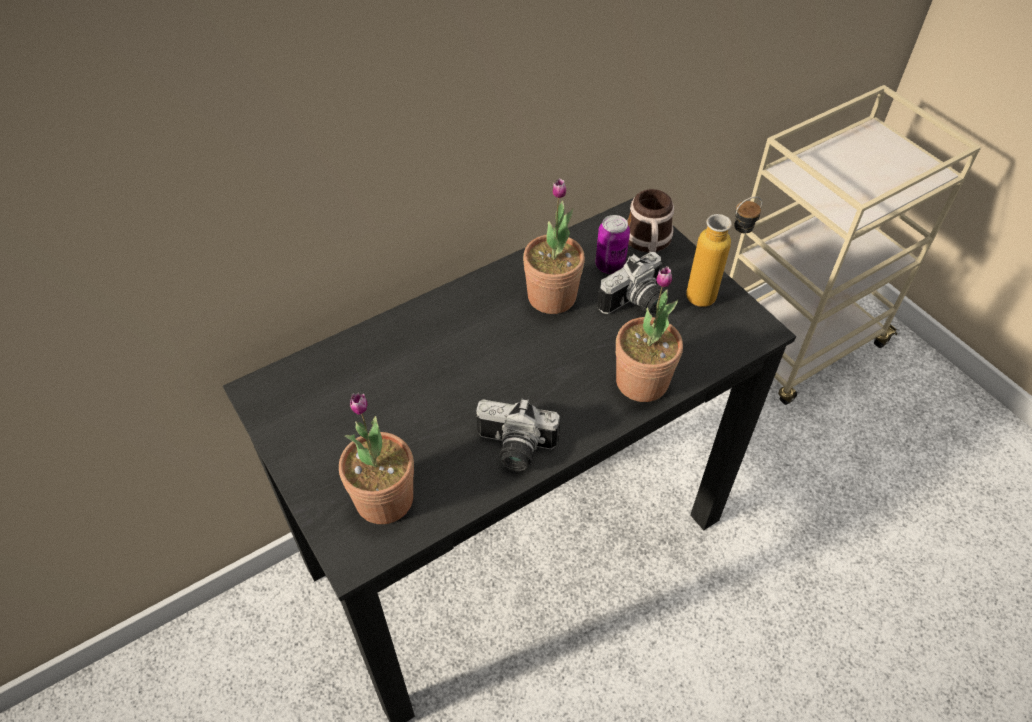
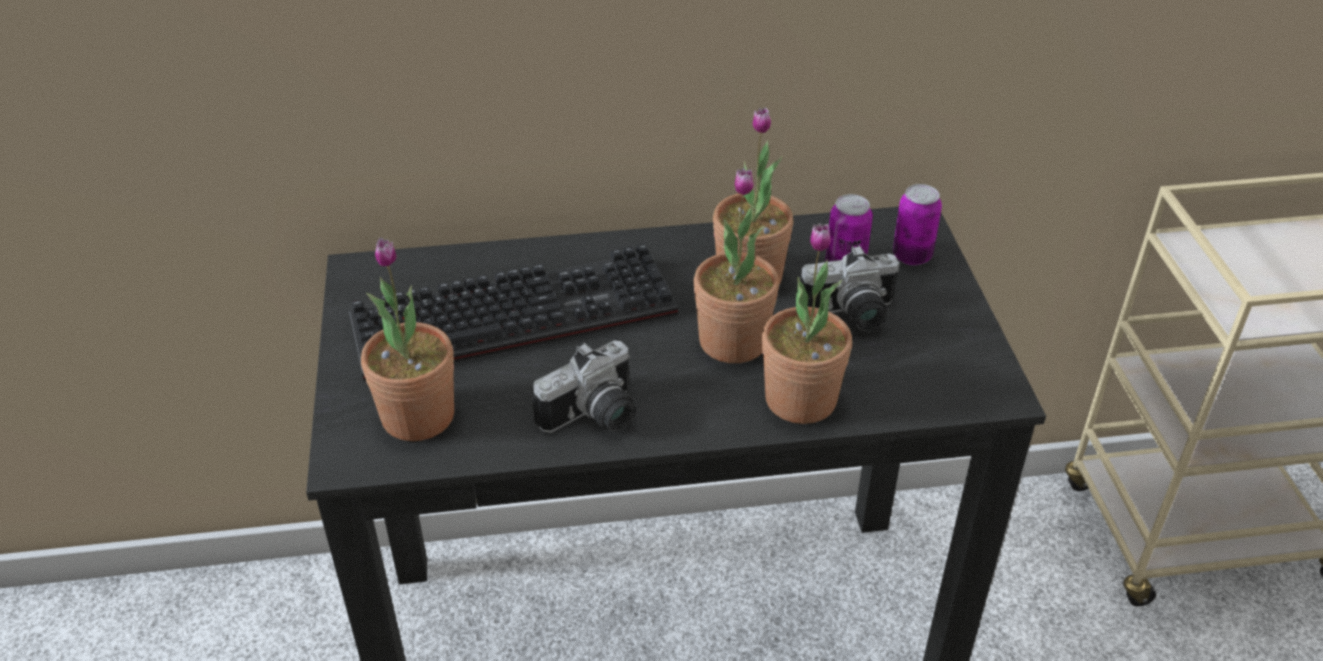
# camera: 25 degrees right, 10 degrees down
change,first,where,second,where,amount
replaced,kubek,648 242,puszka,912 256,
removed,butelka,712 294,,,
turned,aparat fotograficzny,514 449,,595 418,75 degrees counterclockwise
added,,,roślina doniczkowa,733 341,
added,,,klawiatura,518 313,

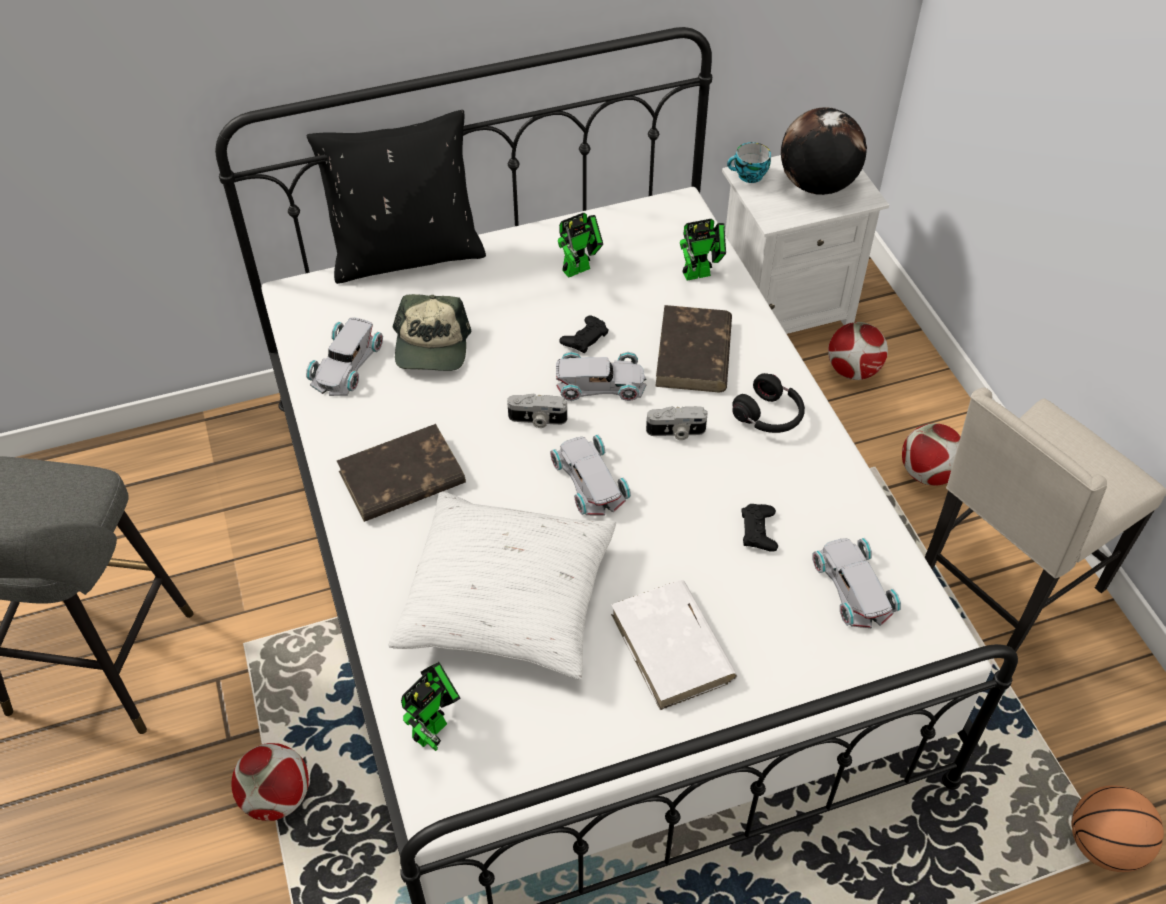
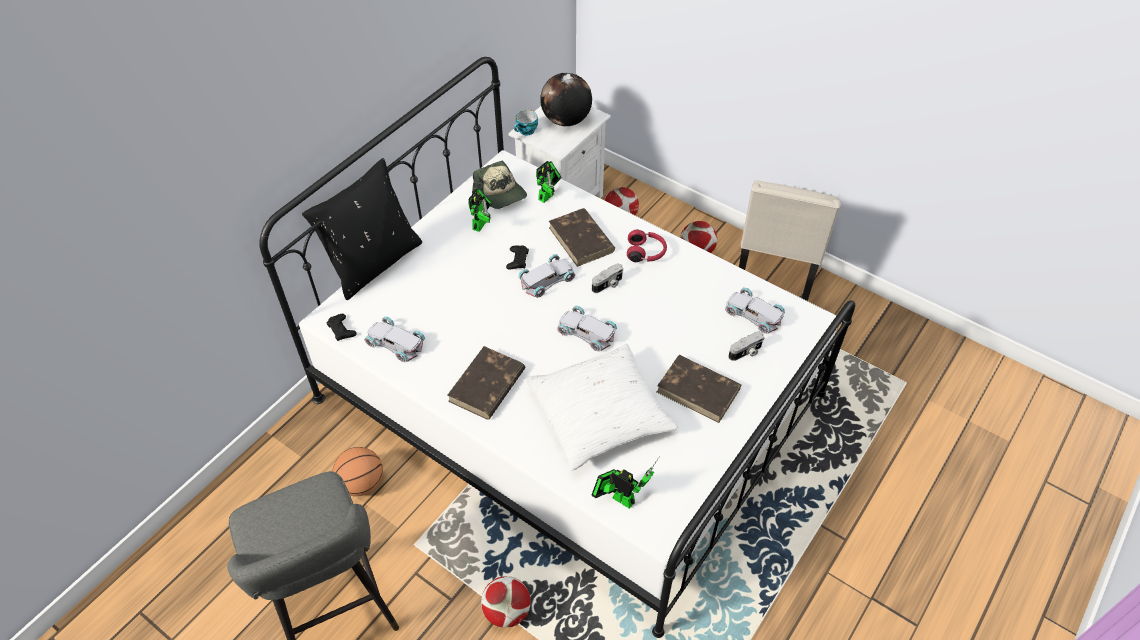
# camera: 35 degrees left, 0 degrees up
change,first,where,second,where,amount
moved,czapka z daszkiem,431 346,,500 193,
turned,samochodzik (biały),344 363,,395 342,135 degrees clockwise
recoloured,słuchawki (czarny),769 416,słuchawki (czerwony),646 252,
moved,aparat fotograficzny,537 420,,746 352,
moved,pad do gier (czarny),758 531,,341 329,
recoloured,książka (biały),673 648,książka (brązowy),699 390,
turned,robot zabawkowy,434 726,,620 498,60 degrees counterclockwise
moved,piłka do koszykówki,1103 845,,362 483,

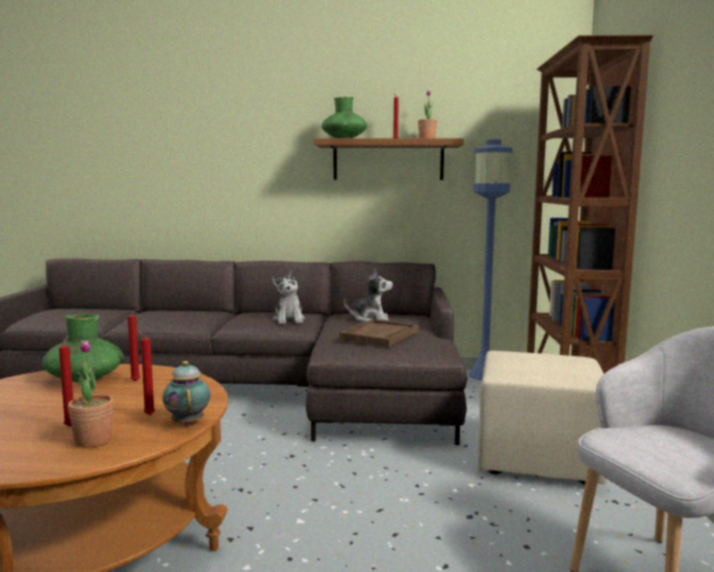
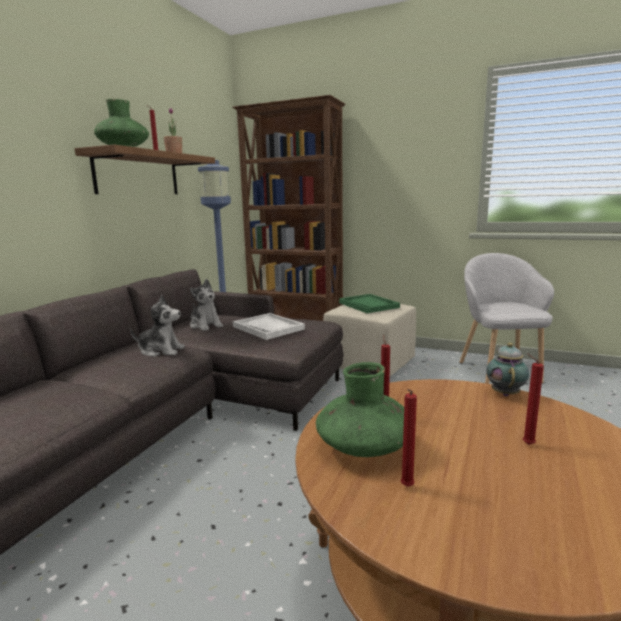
# camera: 70 degrees left, 5 degrees up
change,first,where,second,where,amount
turned,pluszak,369 318,,205 325,120 degrees clockwise
recoloured,taca (brązowy),380 335,taca (biały),268 328,
moved,świeca (czerwony),148 415,,406 488,
removed,roślina doniczkowa,93 440,,,
turned,imbryk,188 422,,505 393,105 degrees clockwise
added,,,taca (zielony),368 305,

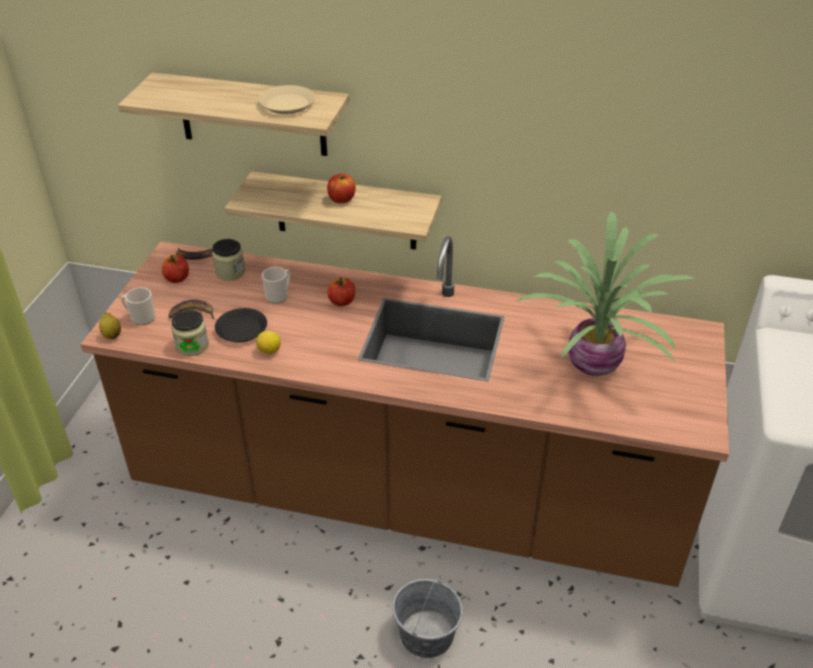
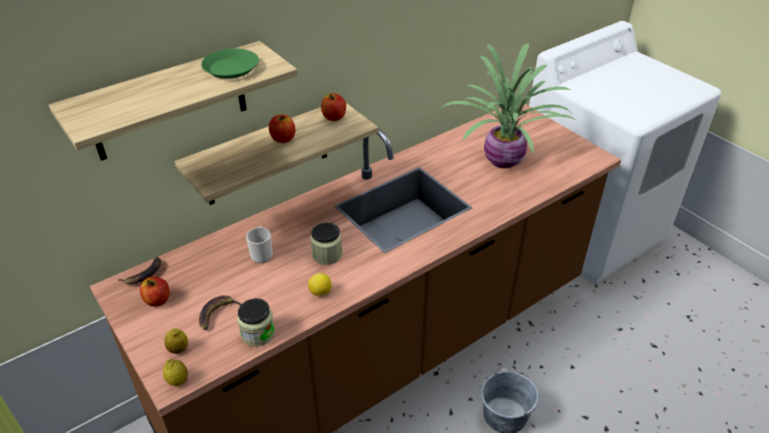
# camera: 50 degrees left, 0 degrees up
change,first,where,second,where,amount
recoloured,talerz (beżowy),287 104,talerz (zielony),231 68,
moved,słoik,230 272,,327 255,
moved,jabłko,342 301,,334 117,
replaced,kubek,140 318,cytryna,178 349,
removed,talerz (czarny),241 329,,,

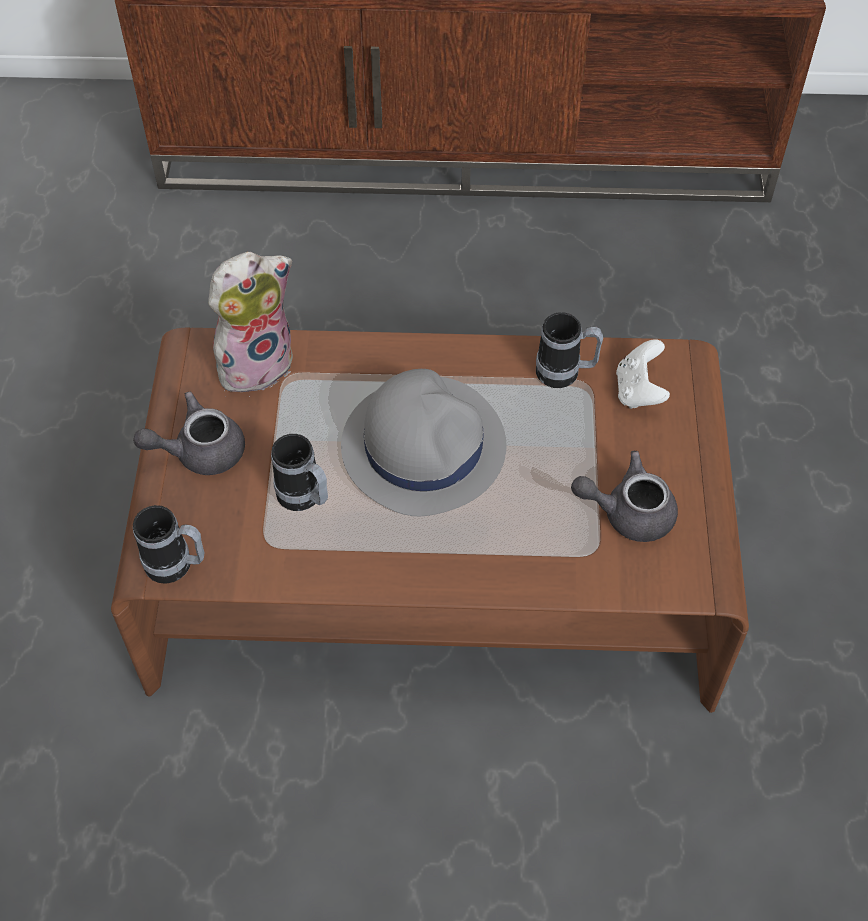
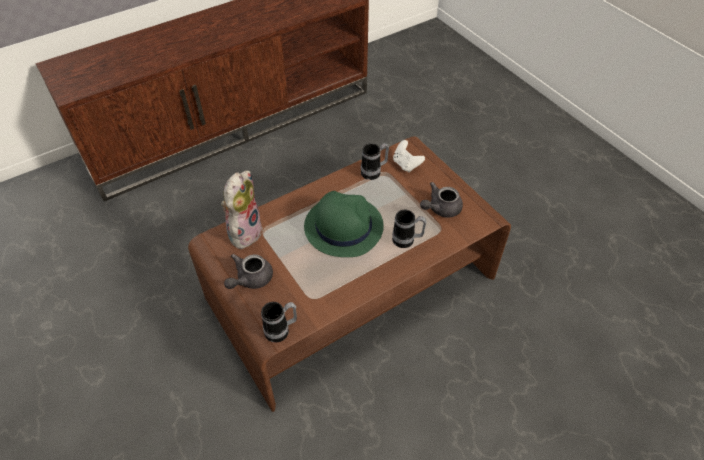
# camera: 35 degrees left, 5 degrees down
change,first,where,second,where,amount
recoloured,kapelusz (szary),423 445,kapelusz (zielony),343 226,
moved,kubek,305 499,,407 241,

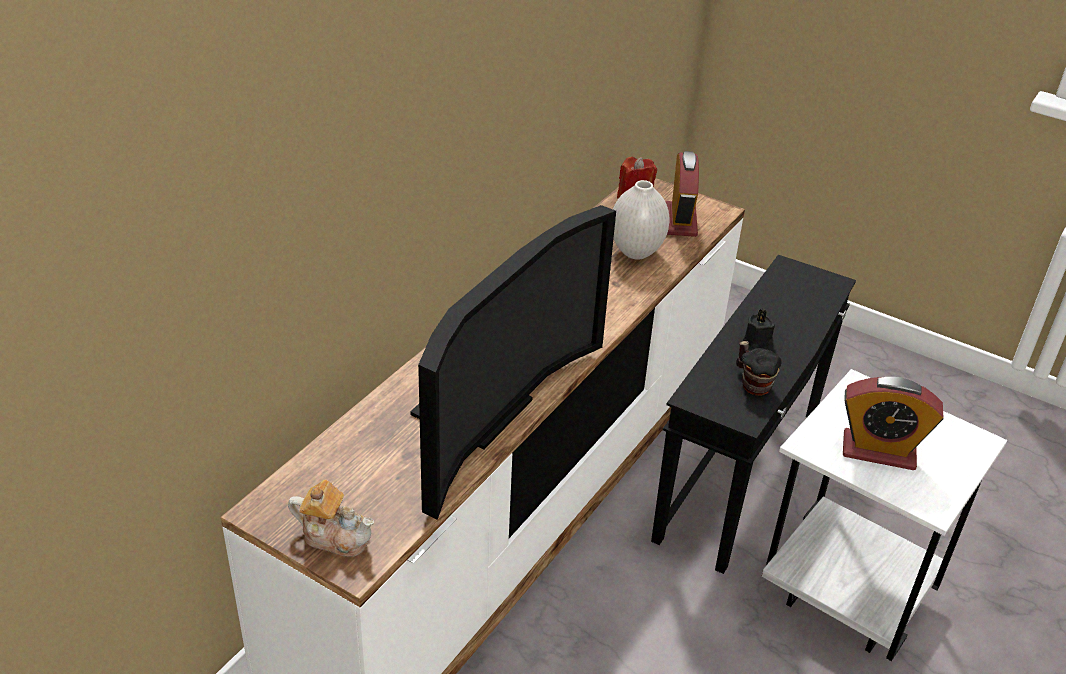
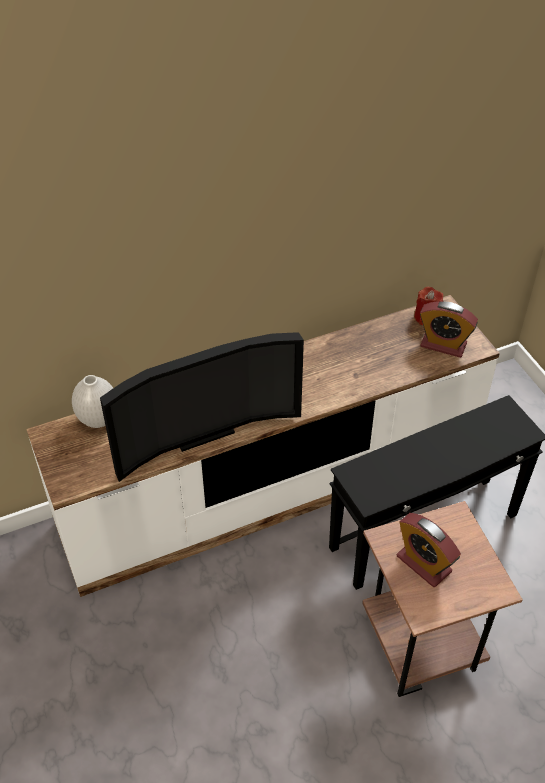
# camera: 35 degrees right, 10 degrees up
change,first,where,second,where,amount
turned,budzik,680 221,,443 345,75 degrees clockwise
moved,wazon (biały),635 252,,98 420,
removed,świeca (czarny),758 341,,,
removed,kubek,752 383,,,
recoloured,stolik (biały),847 596,stolik (brązowy),423 644,
removed,imbryk,335 536,,,

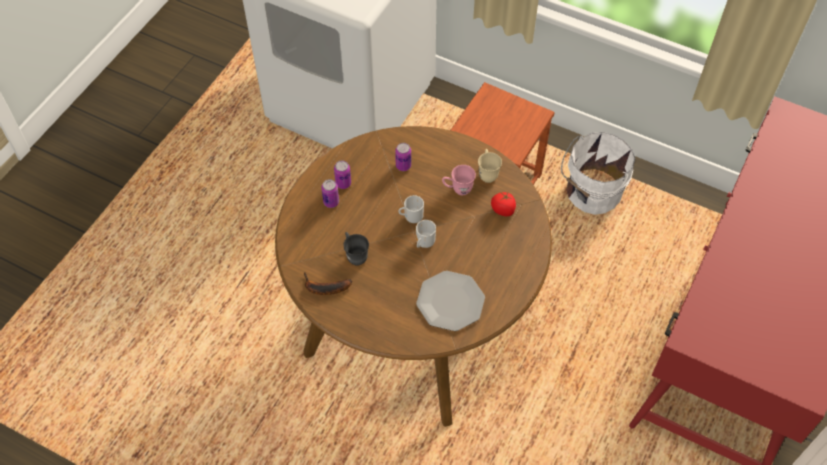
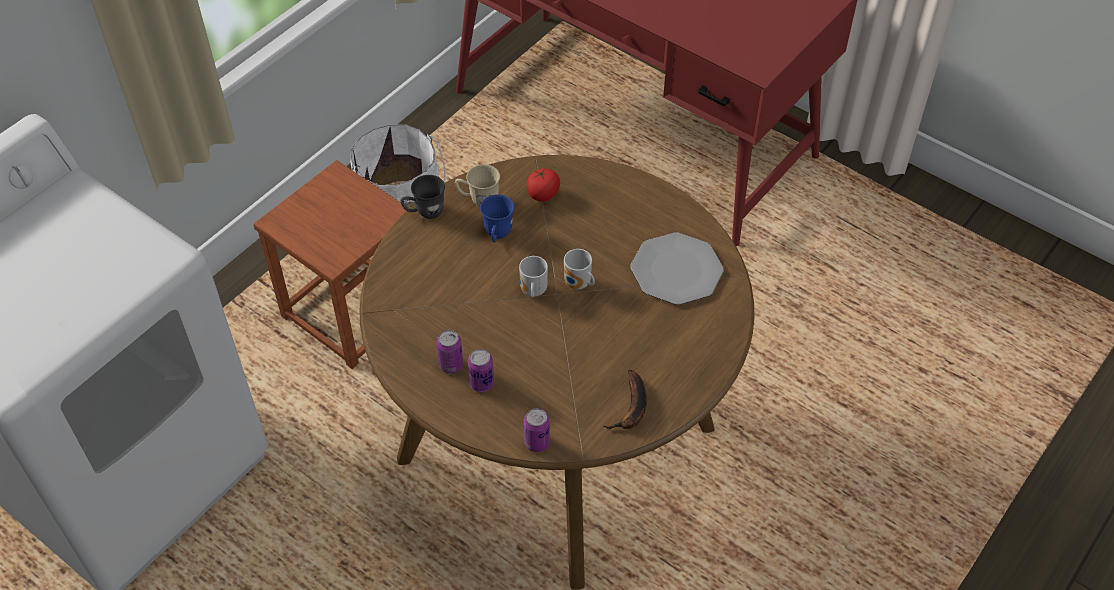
# camera: 80 degrees left, 5 degrees down
change,first,where,second,where,amount
moved,puszka,403 166,,537 443,
recoloured,kubek (różowy),458 189,kubek (niebieski),497 235,
moved,kubek (szary),355 255,,424 212,

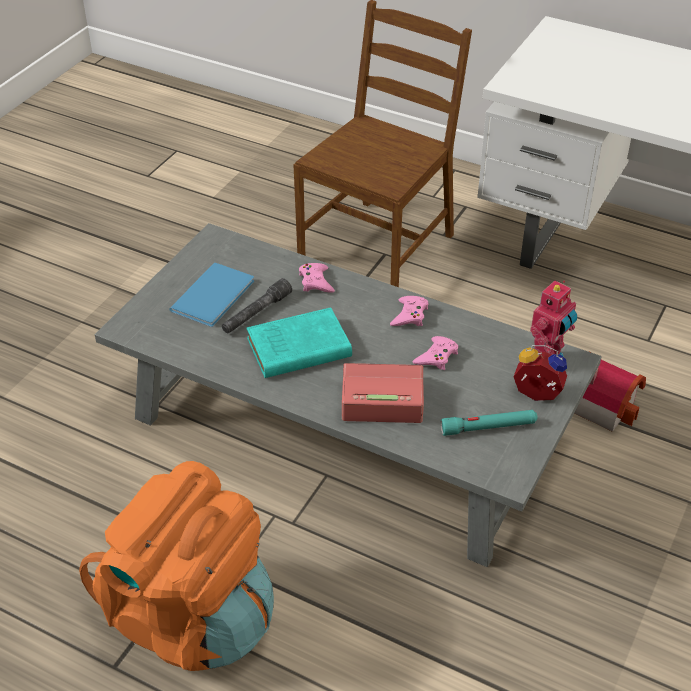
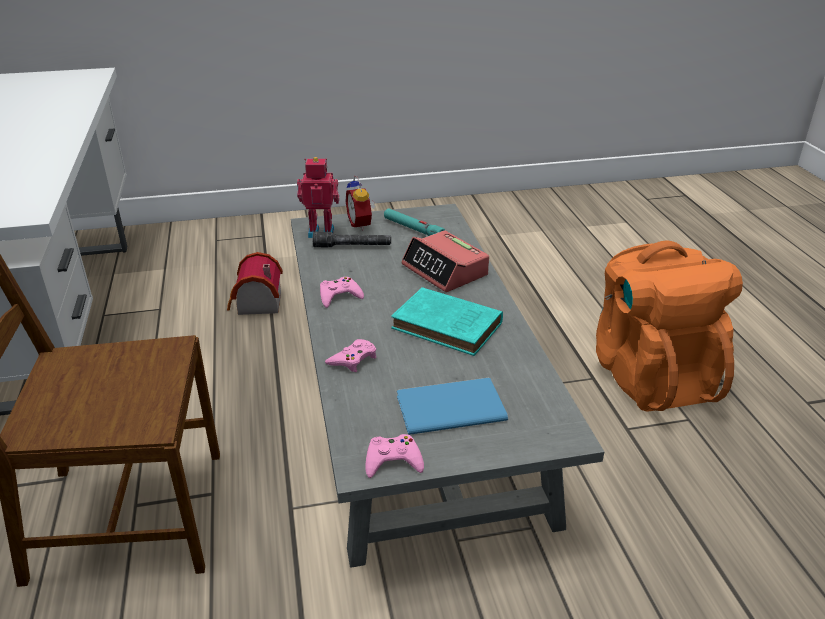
# camera: 130 degrees left, 10 degrees down
change,first,where,second,where,amount
moved,latarka (szary),256 313,,352 246,
moved,pad do gier (różowy),436 357,,393 461,

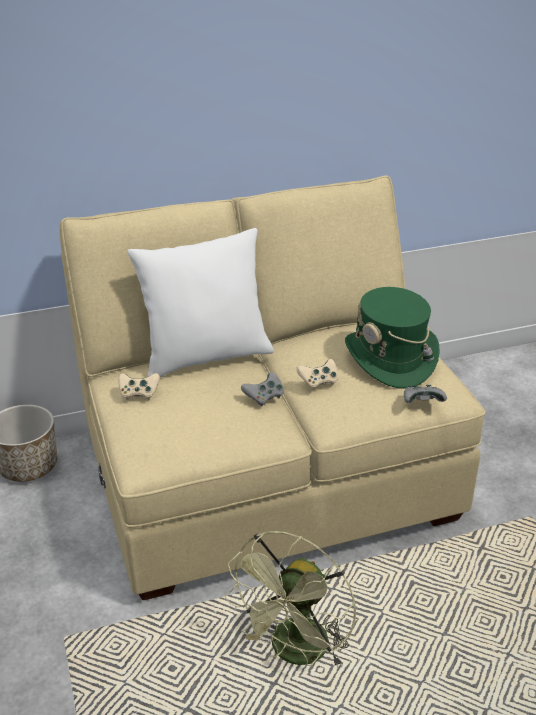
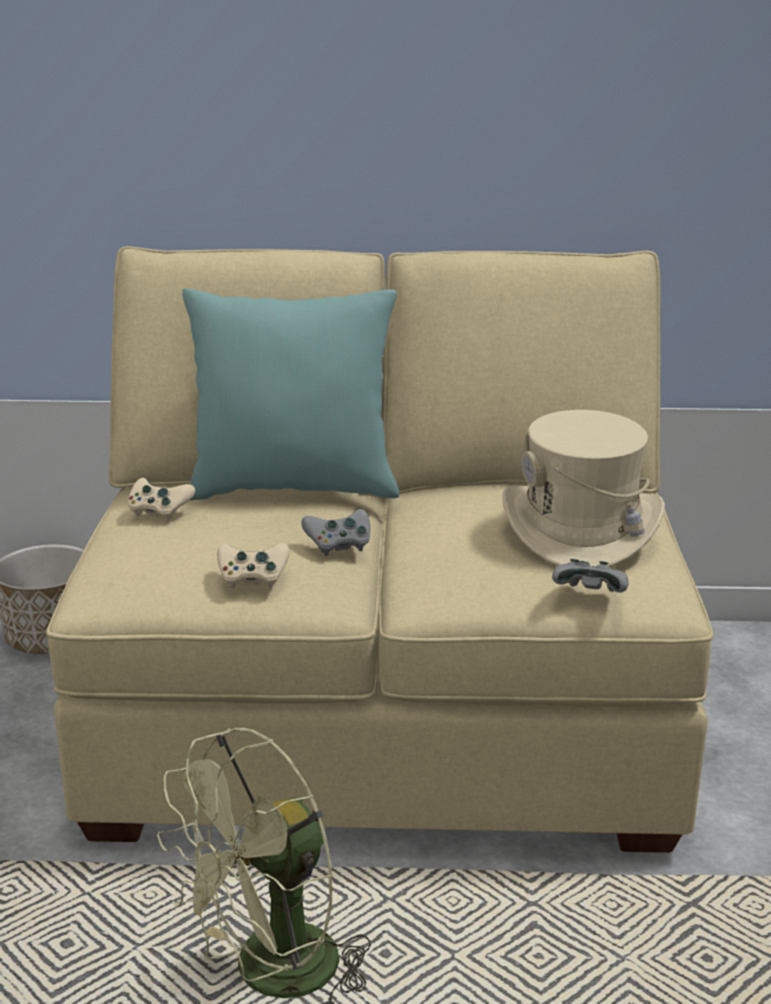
# camera: 20 degrees right, 10 degrees down
change,first,where,second,where,amount
recoloured,poduszka (biały),206 356,poduszka (turkusowy),294 488,
recoloured,kapelusz (zielony),390 359,kapelusz (beżowy),581 532,
moved,pad do gier (beżowy),318 382,,252 580,

